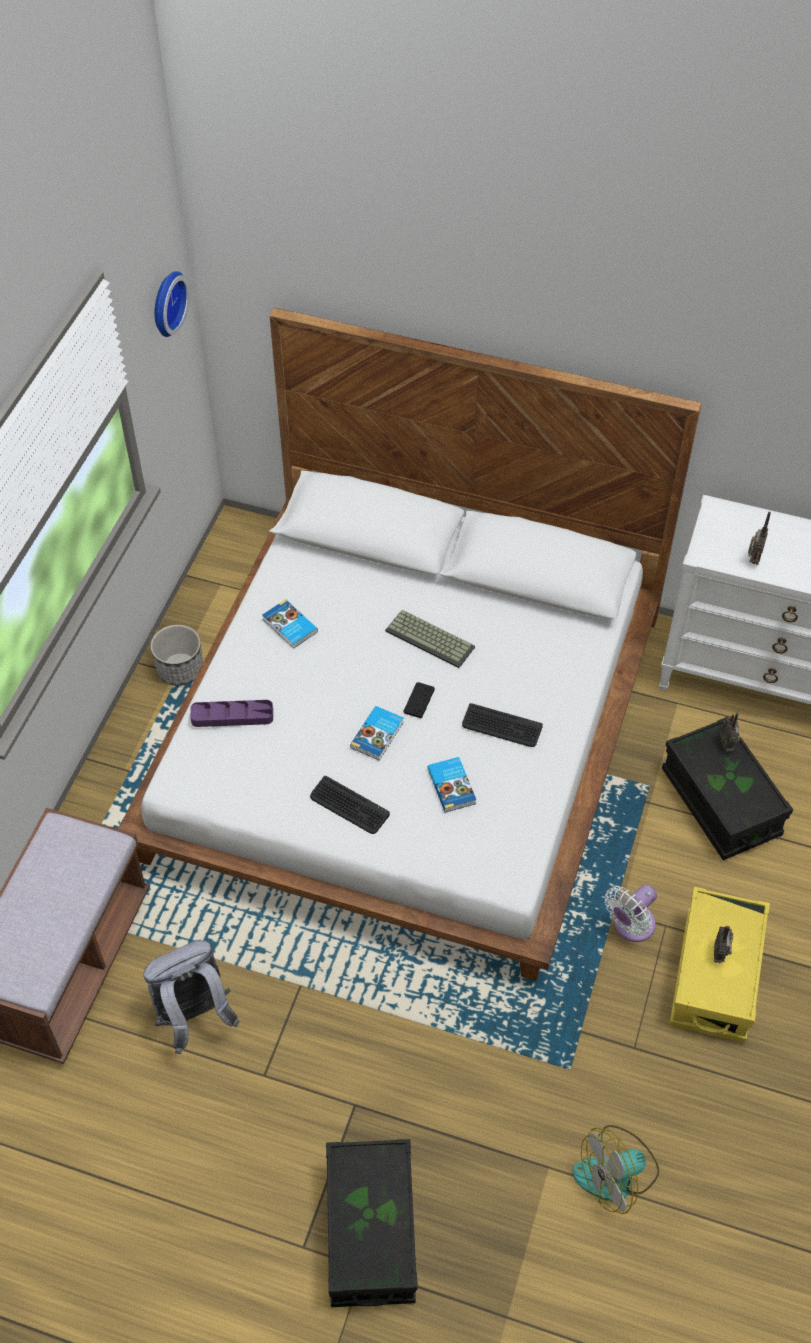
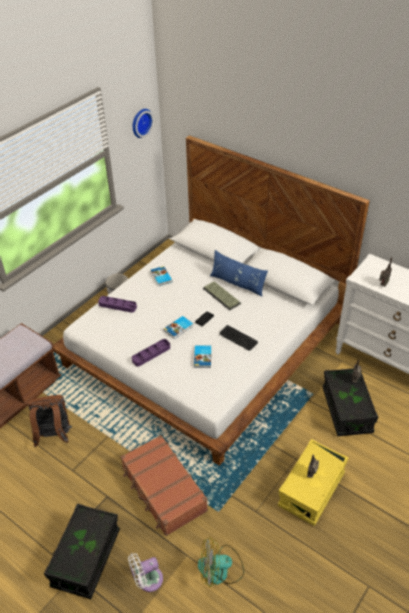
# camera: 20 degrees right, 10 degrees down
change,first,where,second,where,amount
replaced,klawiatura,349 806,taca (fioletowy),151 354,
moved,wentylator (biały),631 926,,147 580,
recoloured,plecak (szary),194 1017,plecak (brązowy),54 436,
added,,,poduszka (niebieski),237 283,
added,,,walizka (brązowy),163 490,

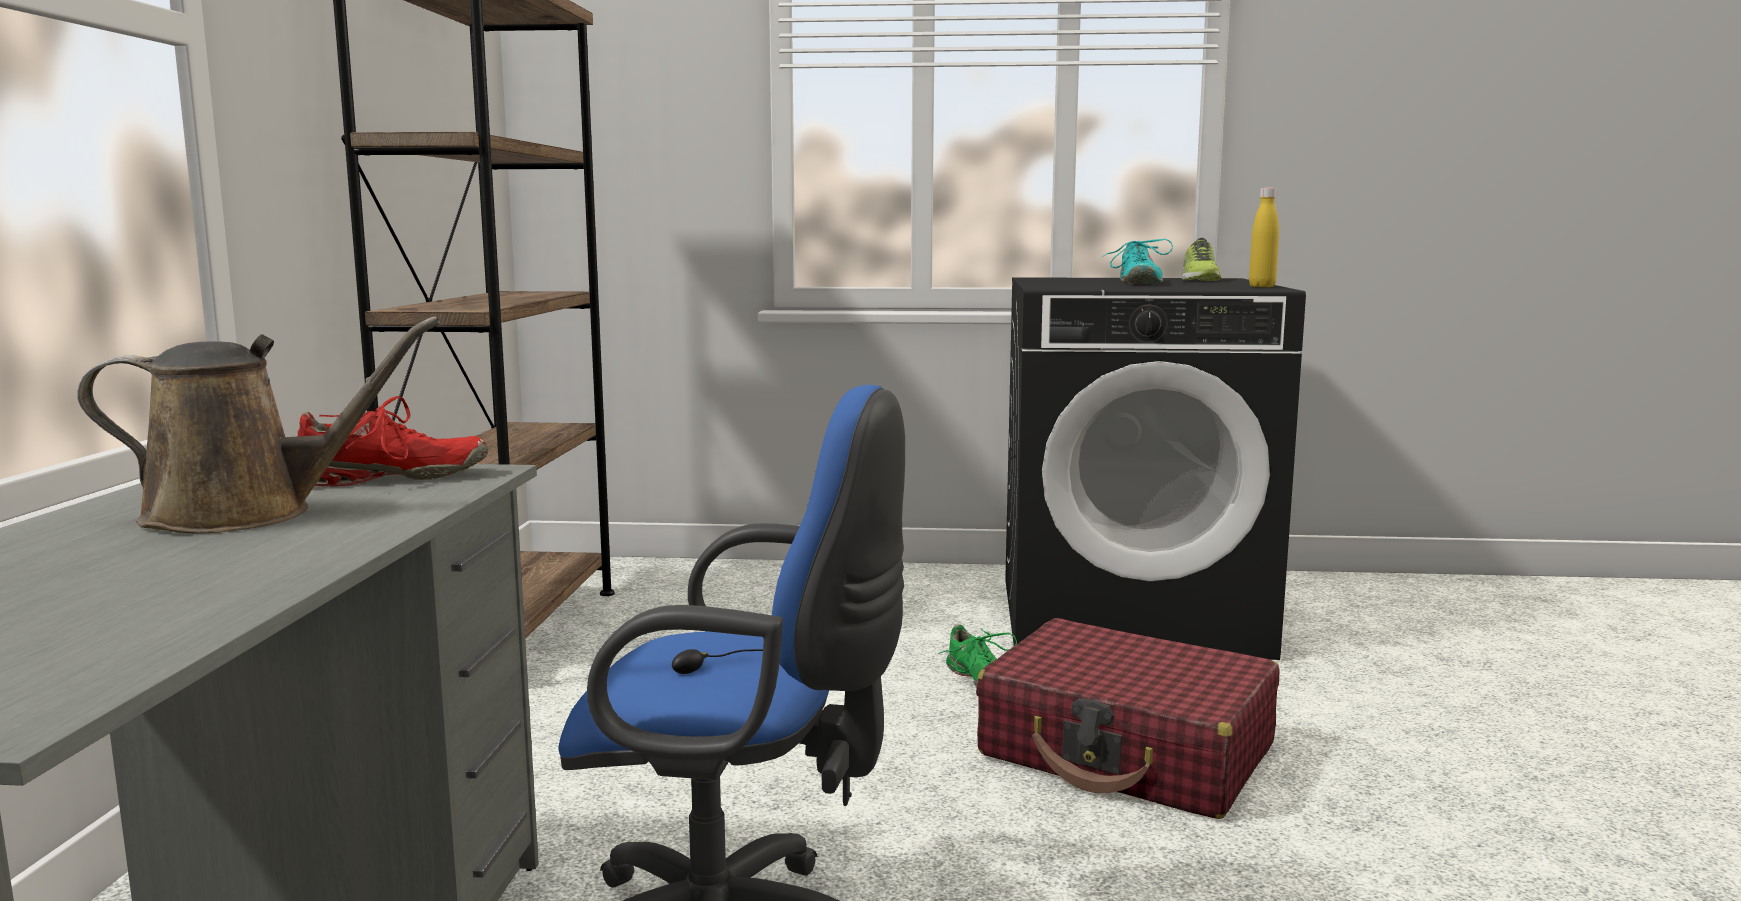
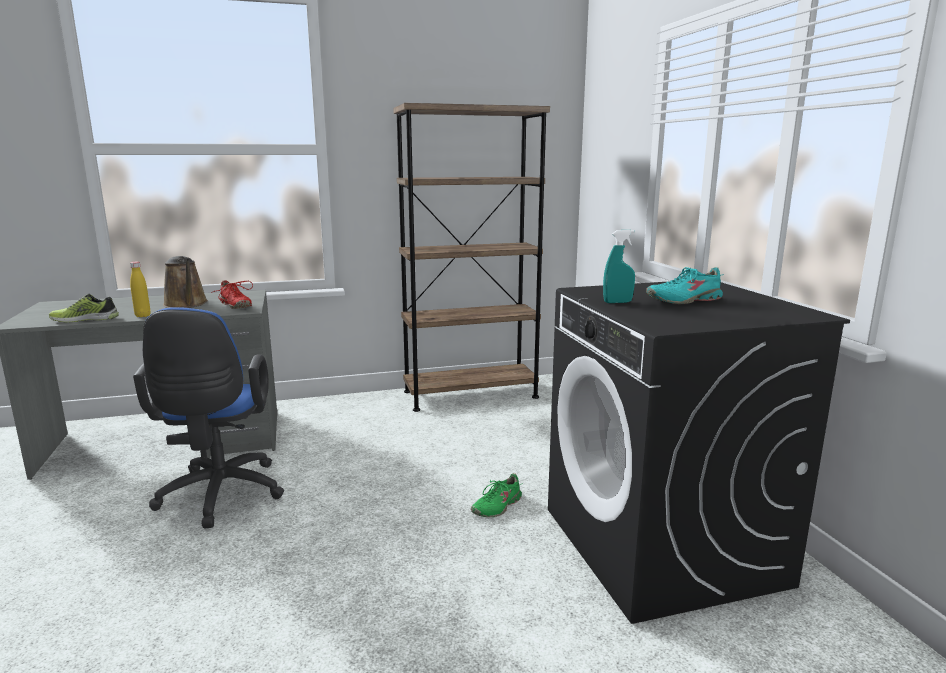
# camera: 70 degrees right, 5 degrees up
change,first,where,second,where,amount
moved,butelka (żółty),1262 286,,143 316,
moved,but,1198 280,,85 319,
removed,walizka (czerwony),1127 751,,,
added,,,spryskiwacz (turkusowy),617 302,

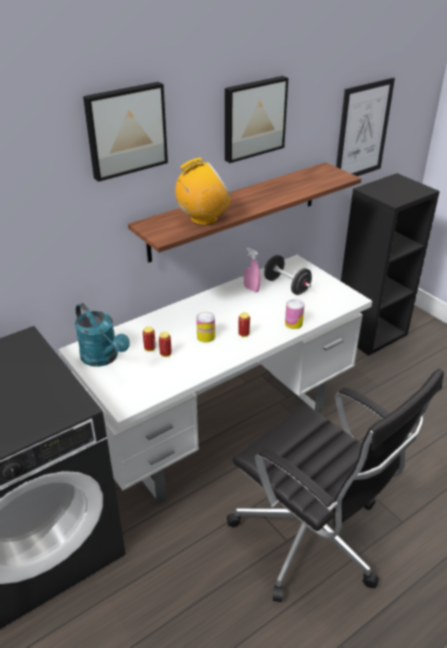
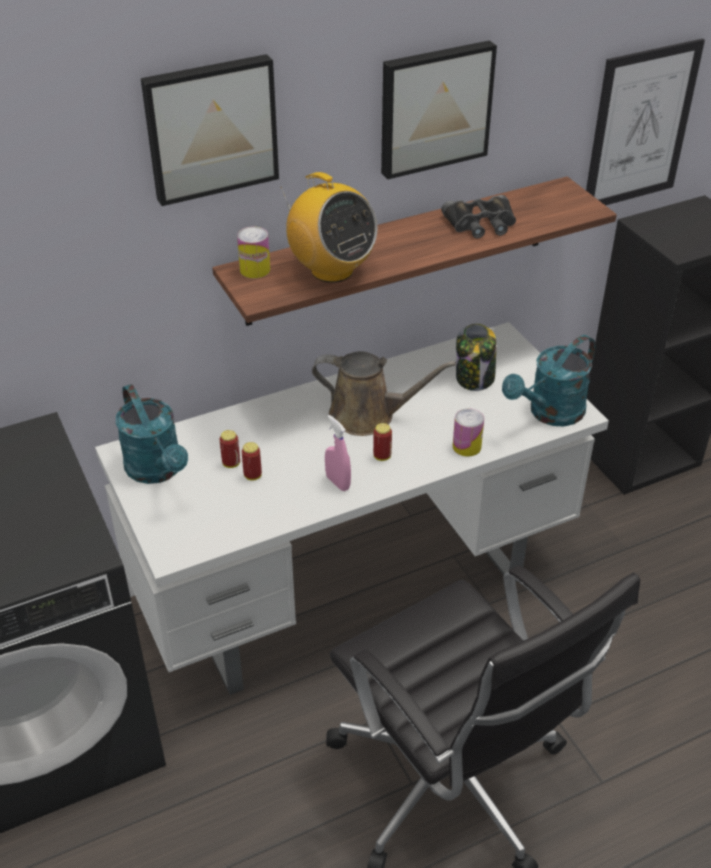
# camera: 10 degrees right, 5 degrees up
change,first,where,second,where,amount
turned,radio,203 219,,331 270,60 degrees clockwise
moved,spryskiwacz (różowy),251 289,,337 482,
replaced,hantel (czarny),286 286,słoik,475 378,
moved,puszka,206 336,,255 269,
added,,,lornetka (czarny),481 224,
added,,,konewka (turkusowy),549 414,
added,,,konewka (brązowy),368 415,

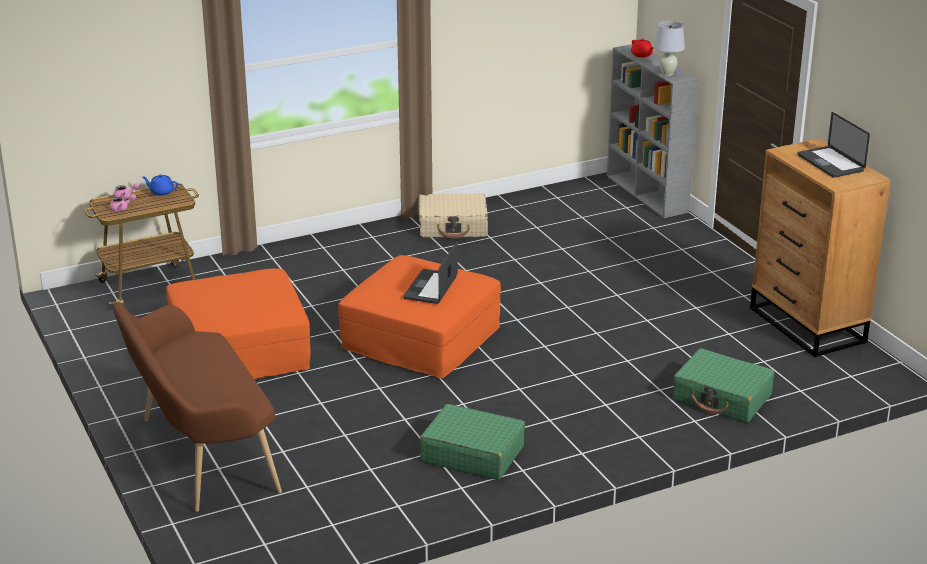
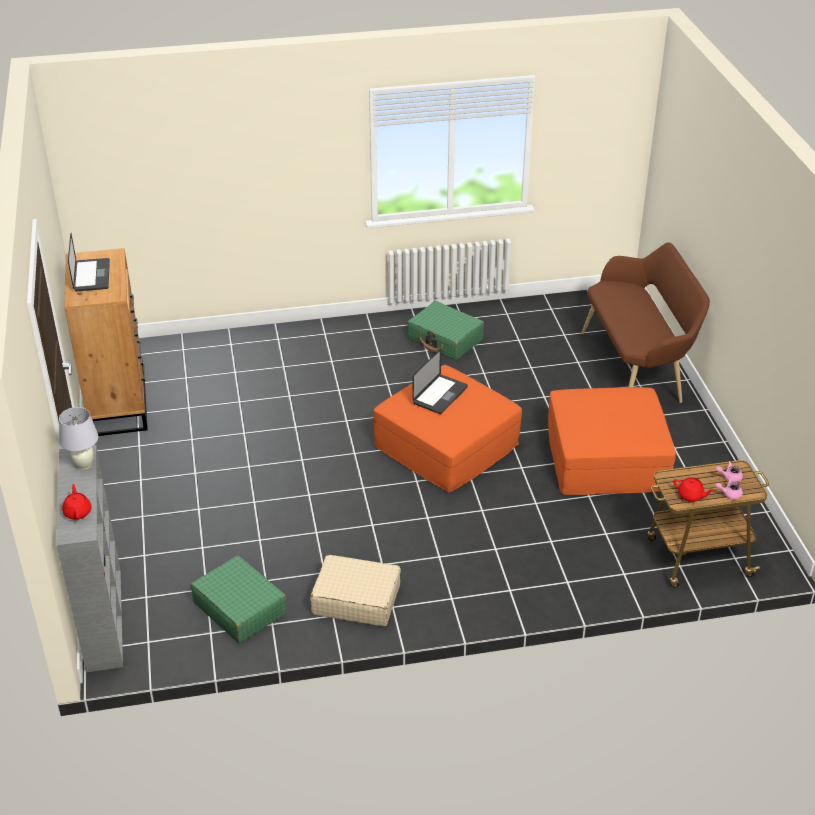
# camera: 165 degrees left, 10 degrees up
change,first,where,second,where,amount
recoloured,imbryk (niebieski),161 192,imbryk (czerwony),691 496,
moved,walizka (zielony),722 398,,240 608,

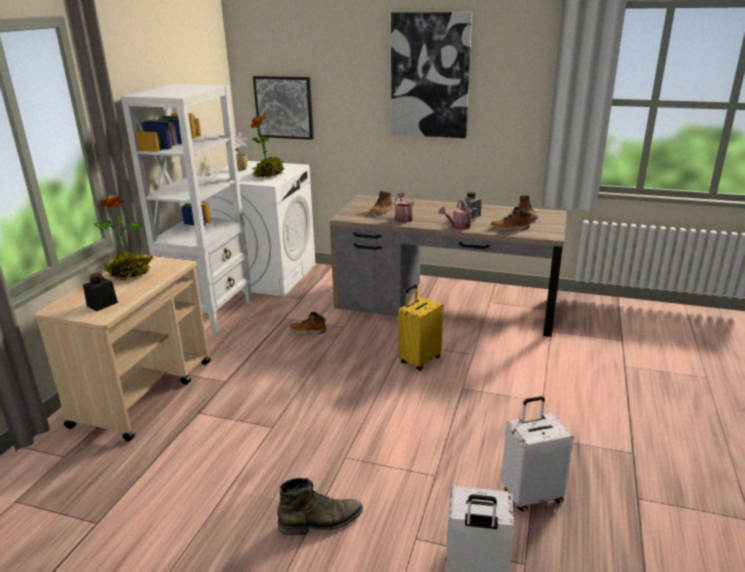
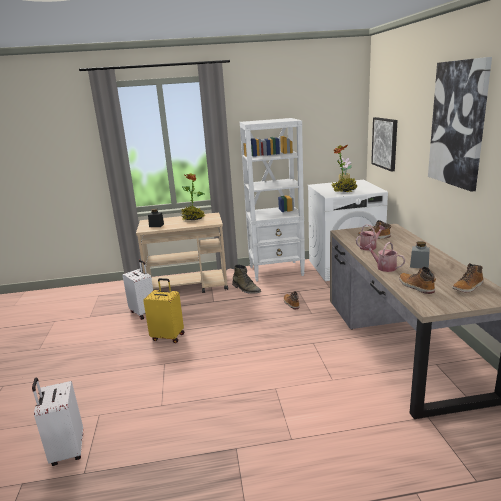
# camera: 65 degrees right, 5 degrees down
change,first,where,second,where,amount
moved,walizka (żółty),419 360,,168 336,
moved,walizka (biały),531 494,,143 312,
moved,but z cholewką (zielony),321 521,,246 289,

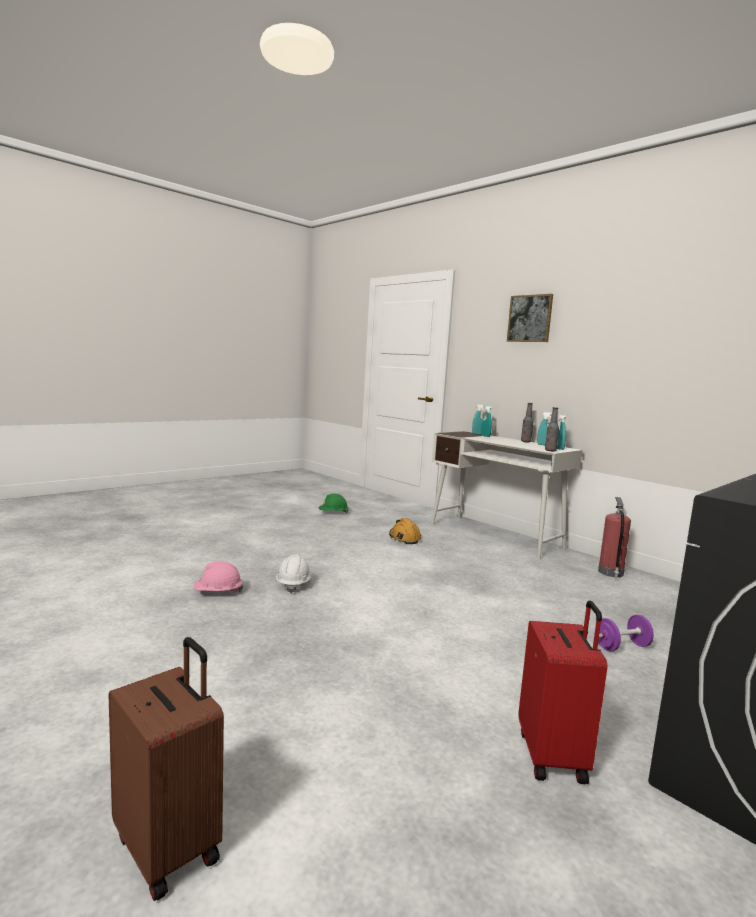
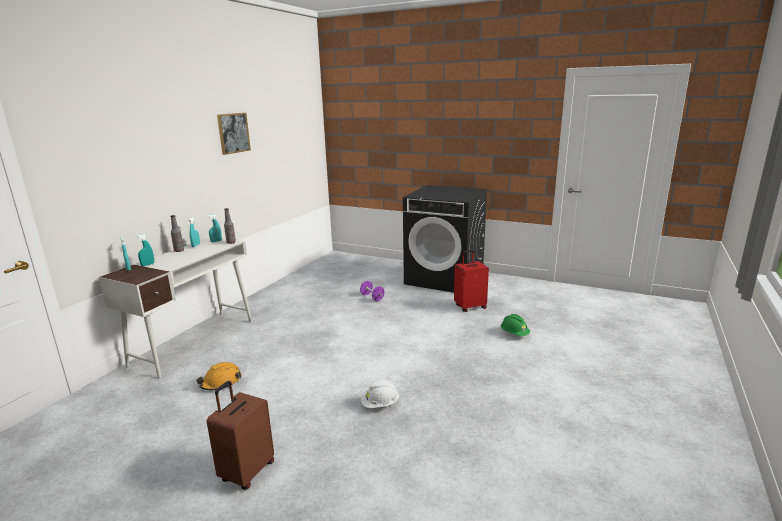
# camera: 110 degrees left, 10 degrees up
change,first,where,second,where,amount
moved,obraz,530 318,,233 133,
moved,kask (zielony),333 513,,514 334,
removed,gaśnica,611 573,,,
removed,kask (różowy),218 593,,,
moved,walizka (brązowy),170 846,,246 471,

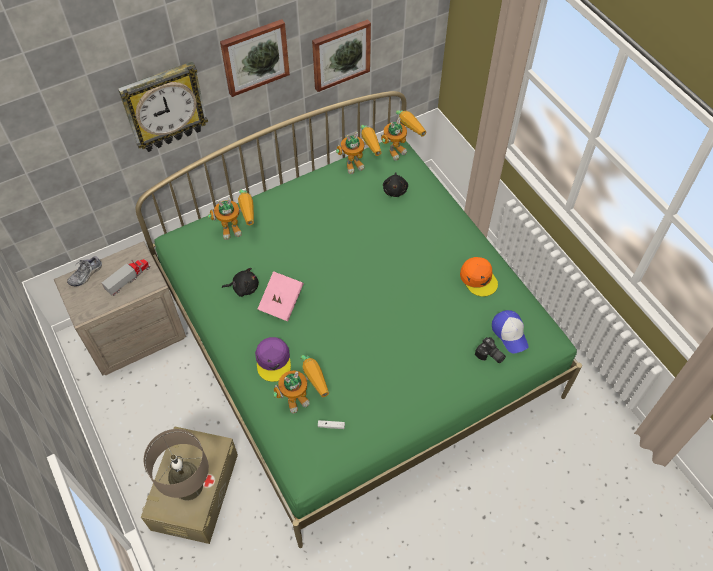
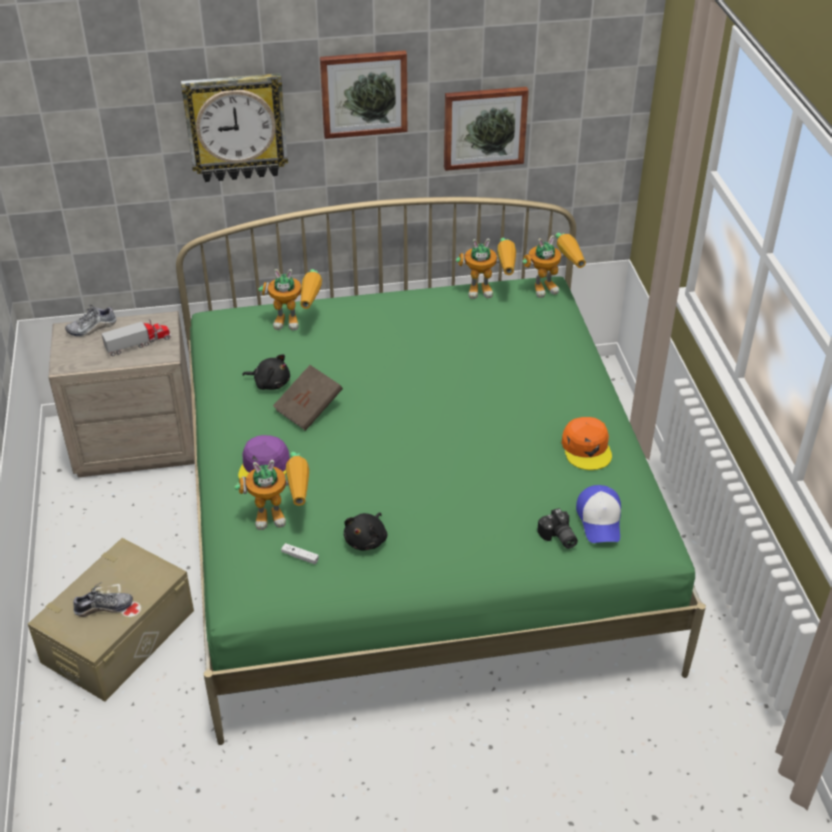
# camera: 20 degrees right, 15 degrees down
change,first,where,second,where,amount
moved,pluszak (czarny),395 190,,367 540,
recoloured,książka (różowy),281 302,książka (brązowy),309 409,
replaced,lampa stołowa (beżowy),188 486,but,104 607,

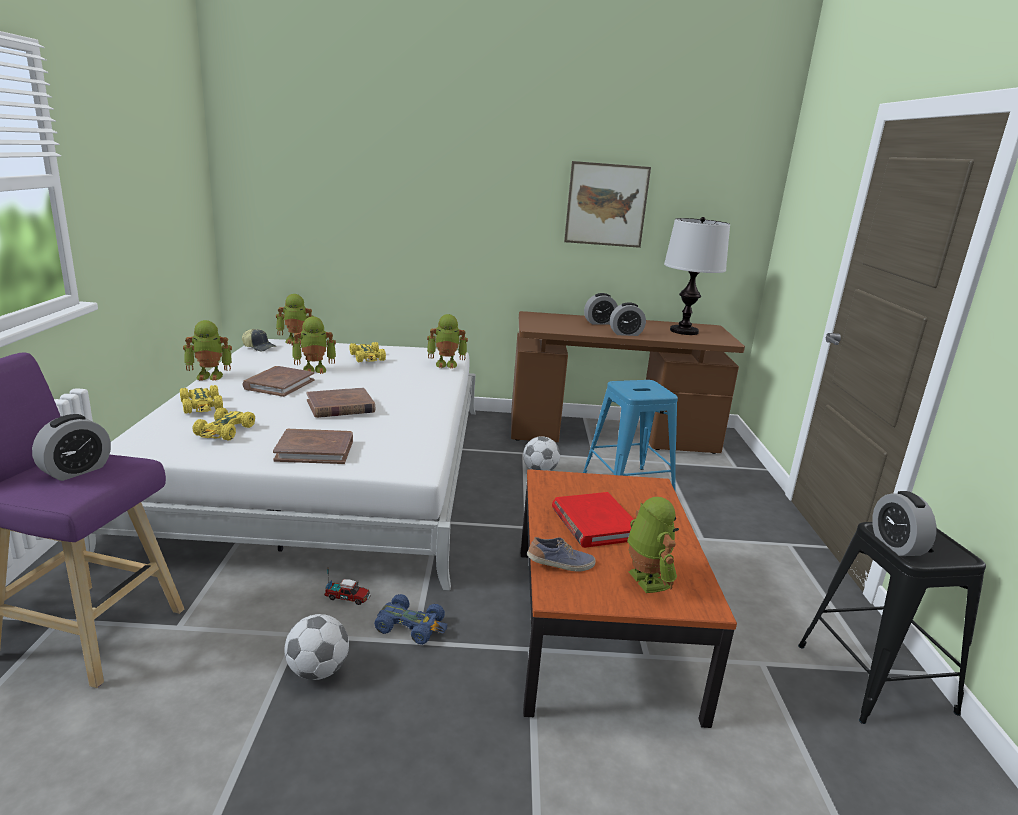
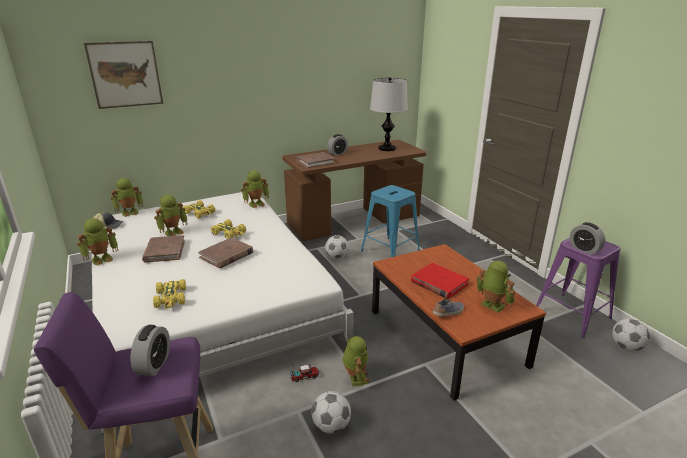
# camera: 25 degrees left, 5 degrees up
change,first,where,second,where,amount
moved,obraz,606 205,,125 74,
removed,budzik,625 334,,,
moved,samochodzik (żółty),202 406,,229 233,
moved,książka (brązowy),315 450,,315 162,
recoloured,stołek (czarny),873 678,stołek (fioletowy),571 314,
replaced,samochodzik (niebieski),411 626,robot zabawkowy,355 378,
added,,,piłka futbolowa,626 347,

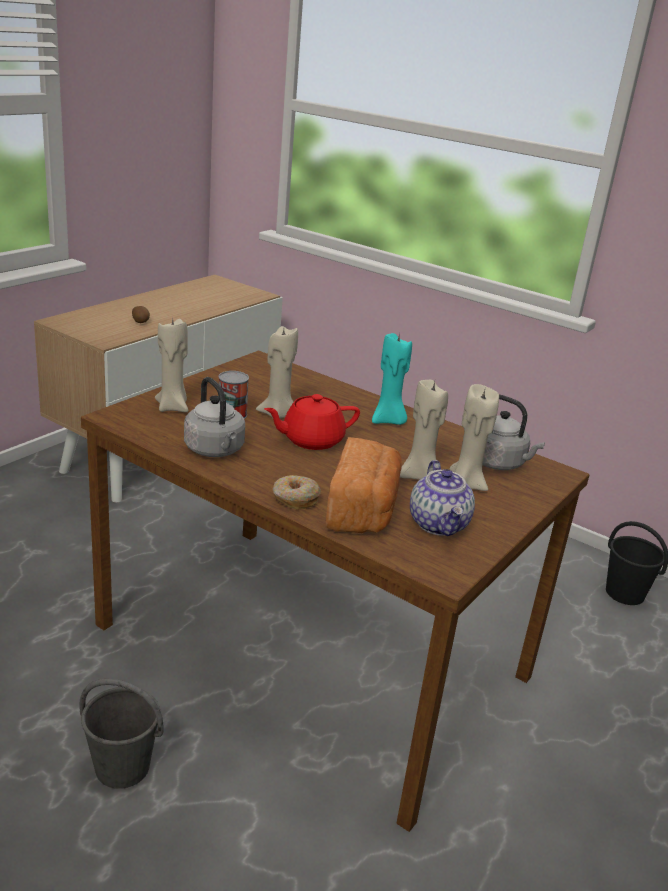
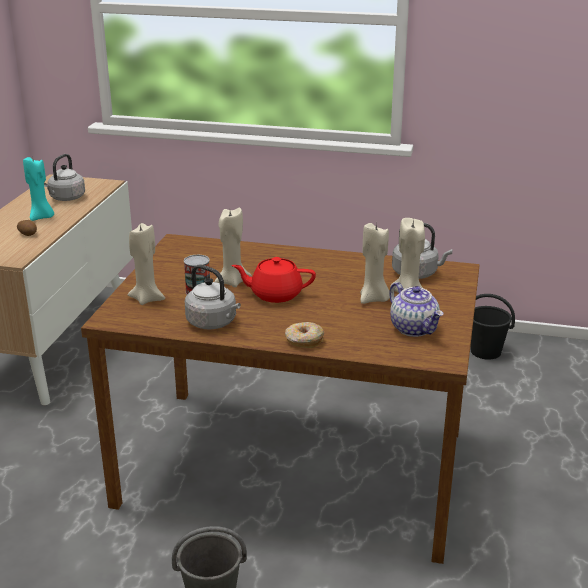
# camera: 20 degrees left, 0 degrees up
change,first,where,second,where,amount
moved,świeca (turkusowy),388 421,,42 217,
turned,imbryk (czerwony),311 440,,275 294,45 degrees clockwise
removed,chleb,363 510,,,
added,,,czajnik (szary),66 198,

